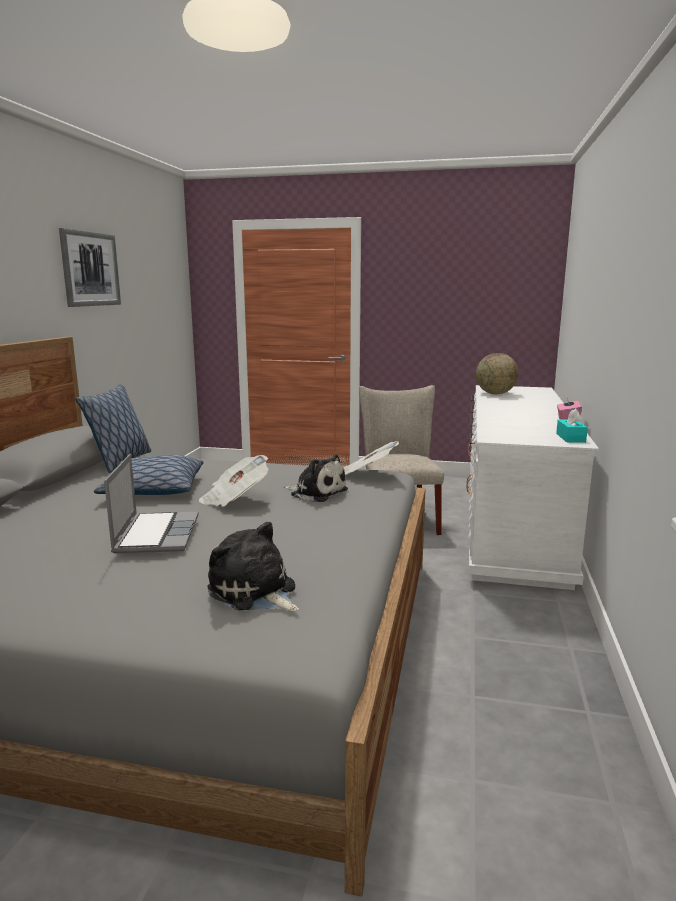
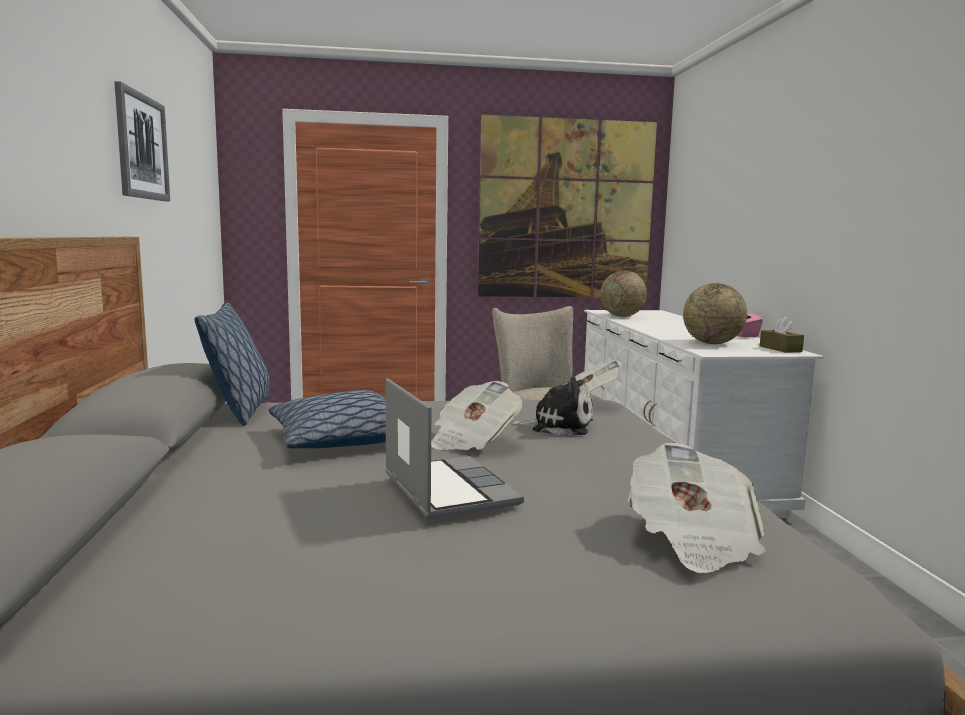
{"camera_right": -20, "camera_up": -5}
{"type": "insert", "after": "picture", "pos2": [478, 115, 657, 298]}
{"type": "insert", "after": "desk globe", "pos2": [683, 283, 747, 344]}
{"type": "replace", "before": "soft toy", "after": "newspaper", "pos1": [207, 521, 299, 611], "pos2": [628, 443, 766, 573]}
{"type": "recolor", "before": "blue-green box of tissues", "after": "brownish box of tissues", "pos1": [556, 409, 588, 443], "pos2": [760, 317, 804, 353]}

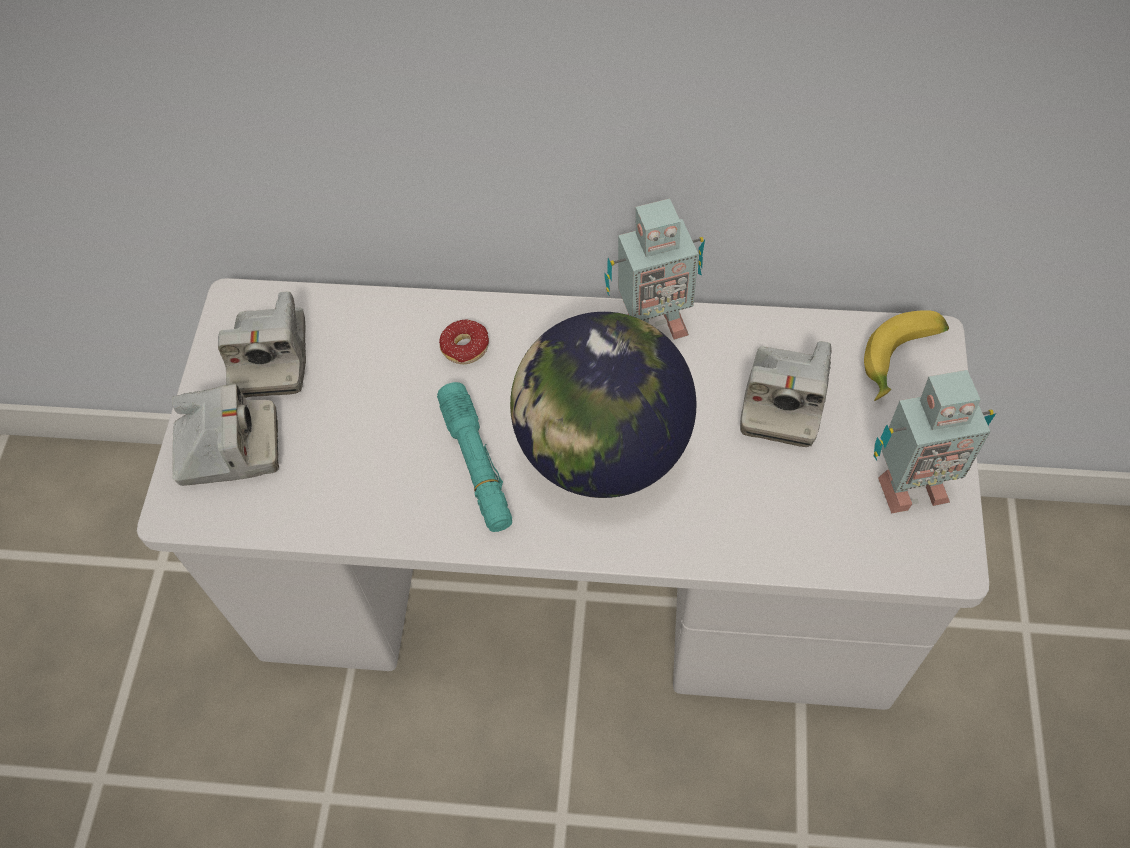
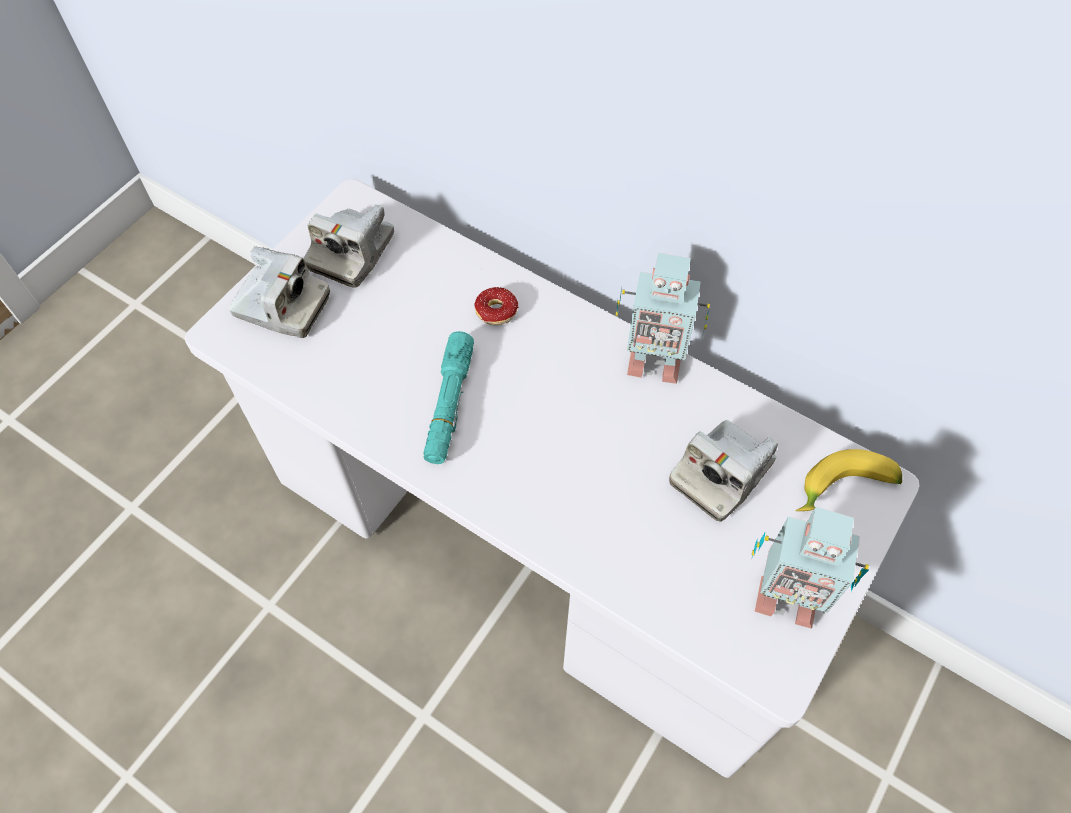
{"camera_right": 25, "camera_up": 0}
{"type": "delete", "before": "desk globe", "pos1": [510, 312, 696, 498]}

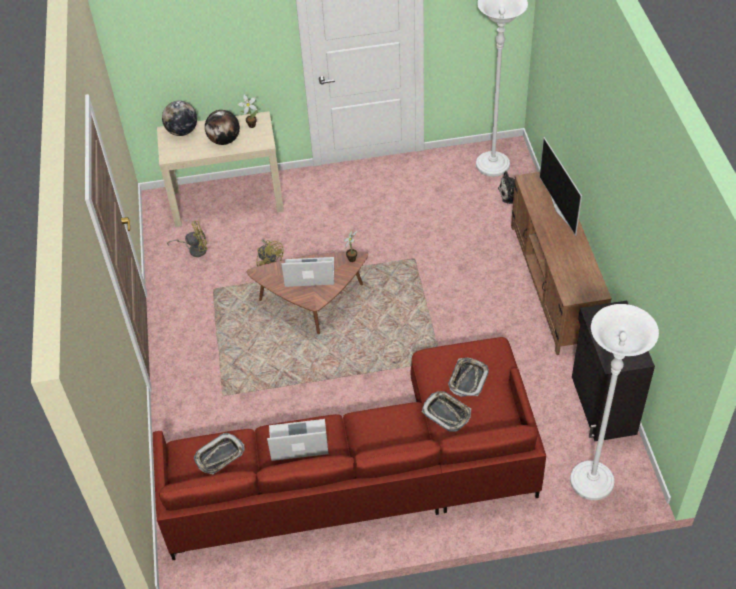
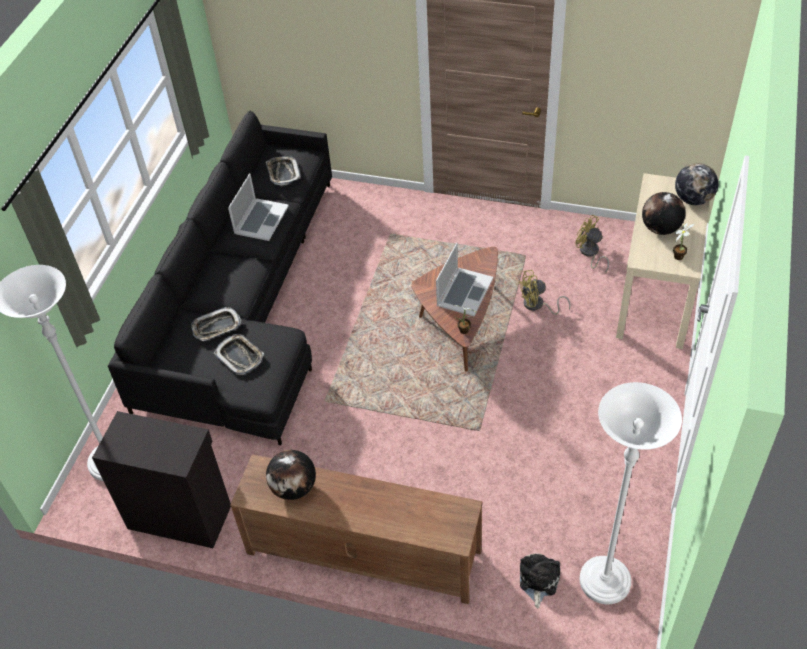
{"camera_right": 115, "camera_up": 0}
{"type": "delete", "before": "television", "pos1": [539, 137, 582, 236]}
{"type": "insert", "after": "desk globe", "pos2": [266, 450, 316, 500]}
{"type": "recolor", "before": "red-coloured couch", "after": "black couch", "pos1": [153, 337, 546, 560], "pos2": [108, 110, 332, 445]}
{"type": "rotate", "before": "yellowish fan", "pos1": [167, 221, 208, 257], "pos2": [575, 215, 609, 273], "turn": 120}

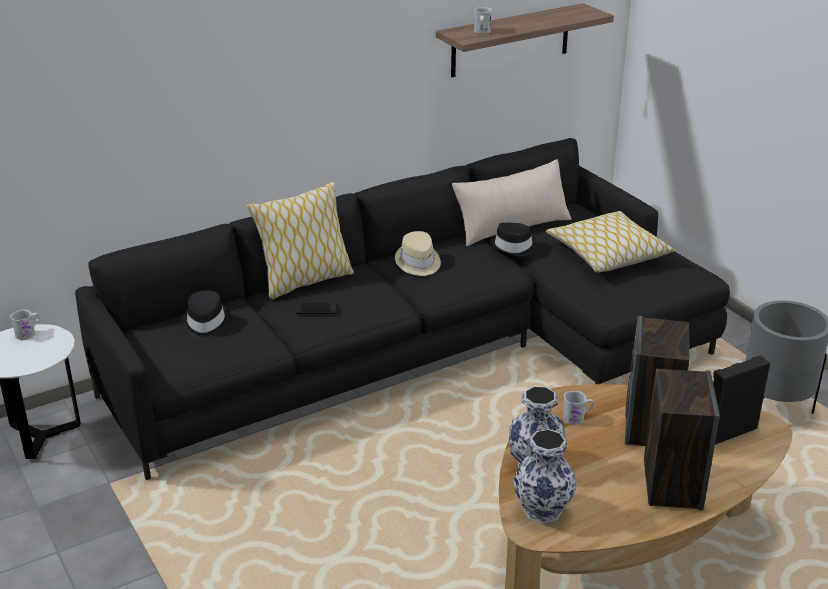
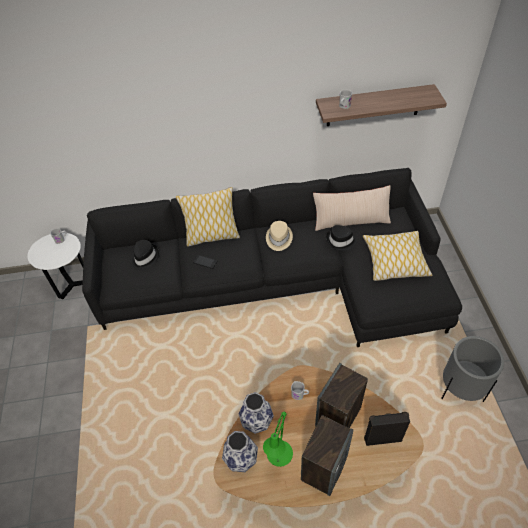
{"camera_right": 25, "camera_up": 20}
{"type": "insert", "after": "green-coloured tabletop lamp", "pos2": [263, 412, 293, 467]}

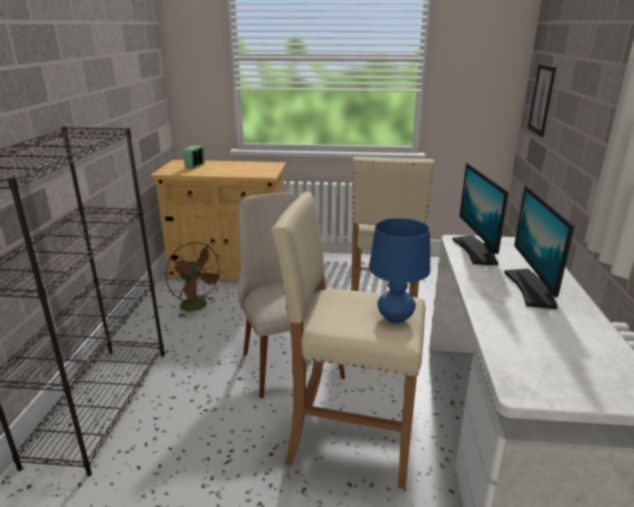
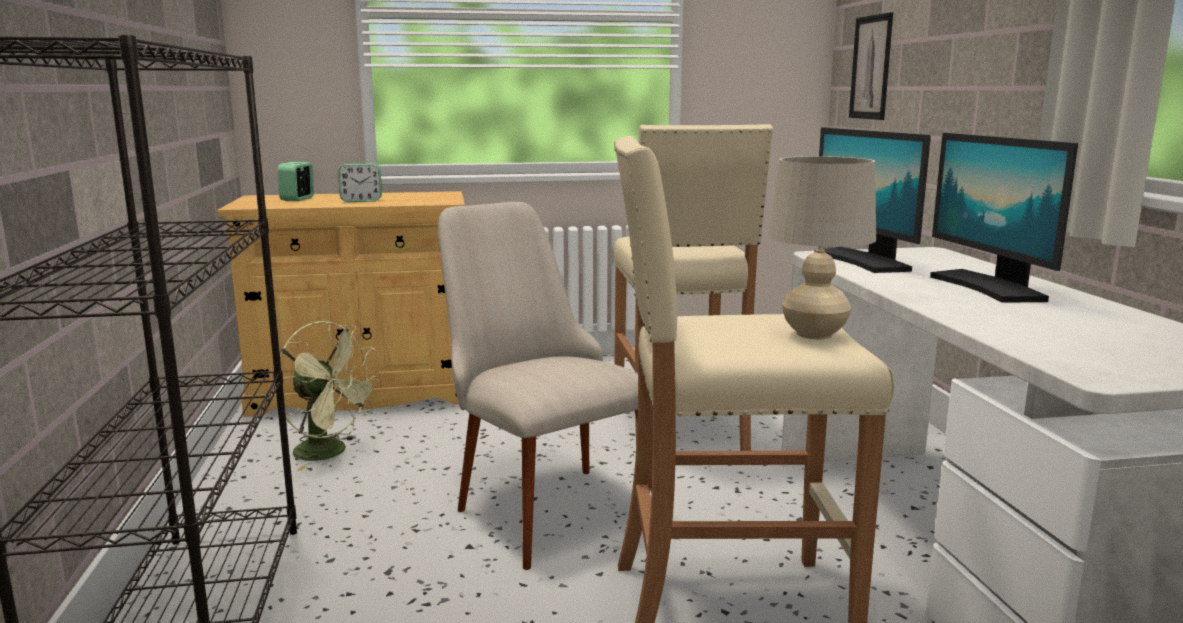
{"camera_right": -15, "camera_up": -10}
{"type": "insert", "after": "alarm clock", "pos2": [338, 163, 382, 202]}
{"type": "recolor", "before": "brownish fan", "after": "green-coloured fan", "pos1": [165, 242, 224, 317], "pos2": [276, 321, 381, 471]}
{"type": "recolor", "before": "blue tabletop lamp", "after": "beige tabletop lamp", "pos1": [369, 218, 430, 324], "pos2": [768, 156, 876, 339]}

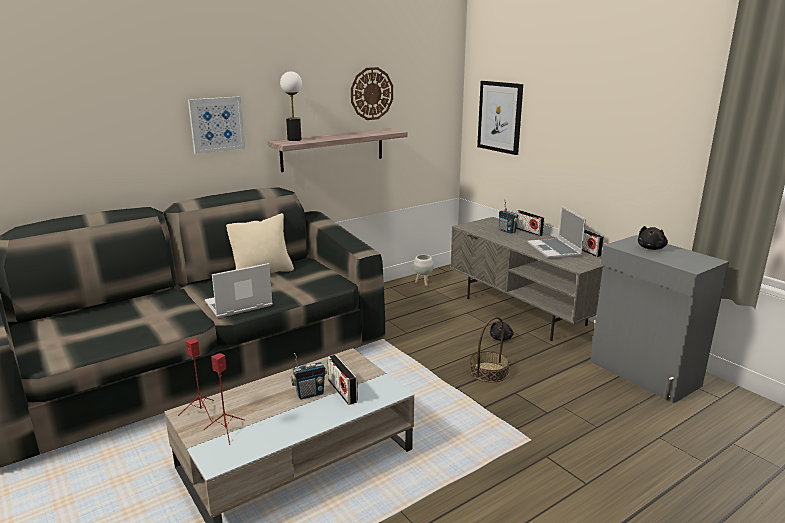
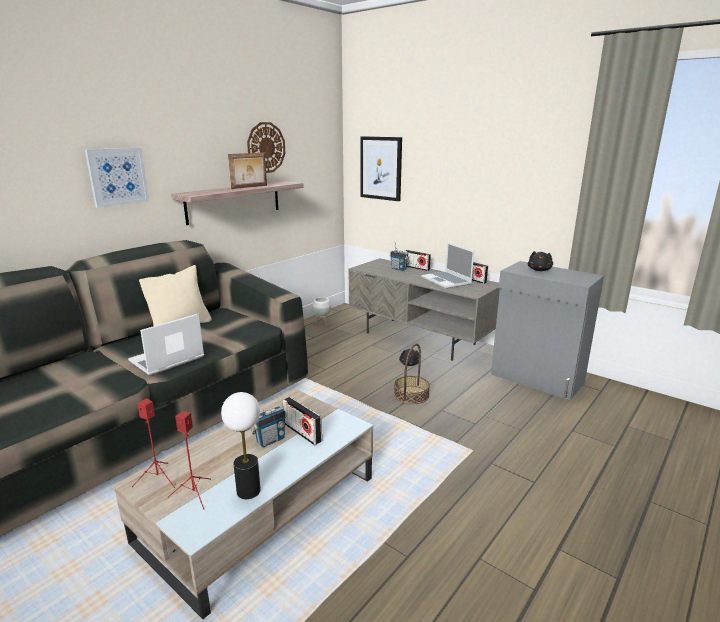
{"camera_right": -15, "camera_up": 0}
{"type": "insert", "after": "standing frame", "pos2": [228, 152, 267, 189]}
{"type": "move", "before": "tabletop lamp", "pos1": [280, 71, 302, 141], "pos2": [221, 392, 261, 499]}

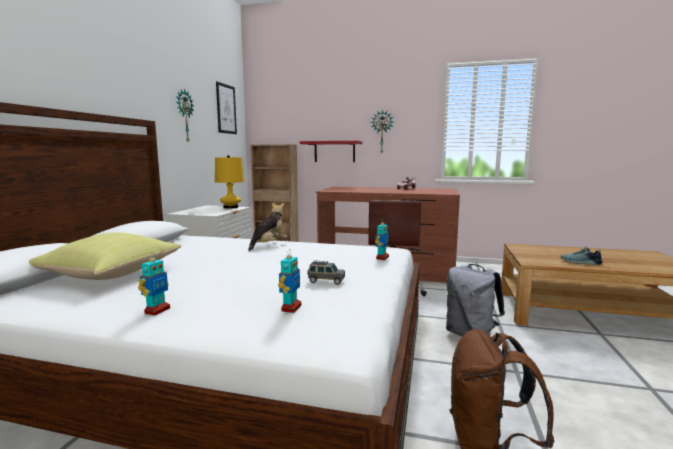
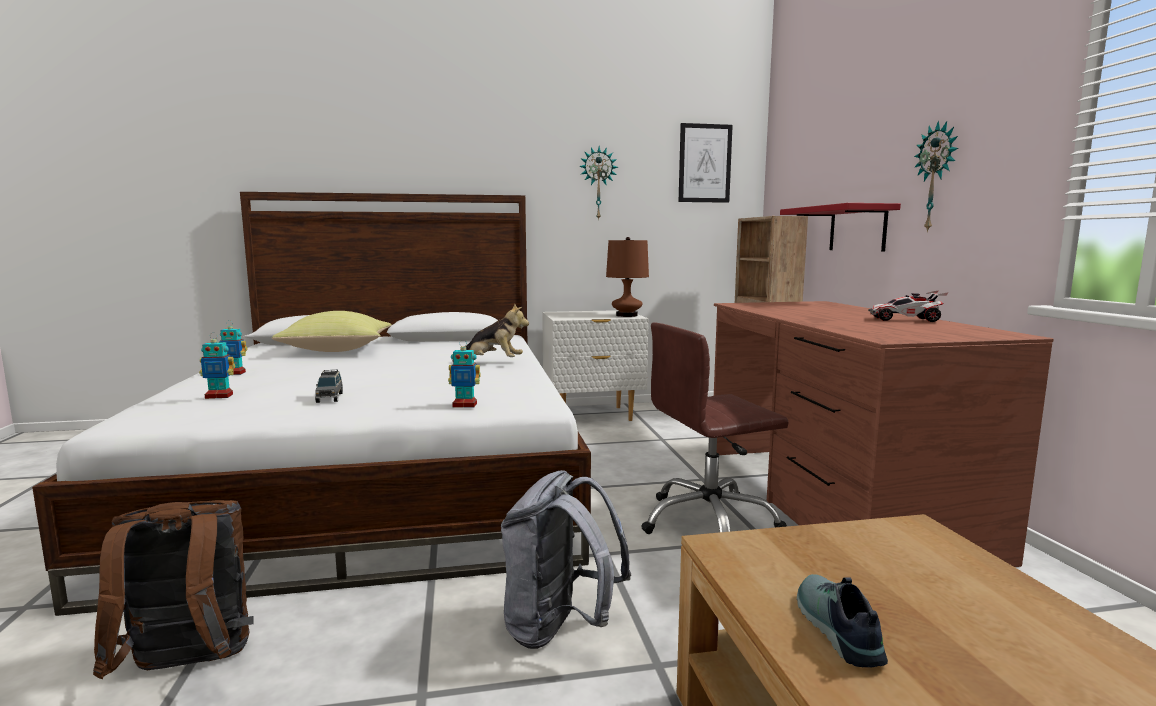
{"camera_right": 65, "camera_up": 0}
{"type": "recolor", "before": "yellowish tabletop lamp", "after": "brownish tabletop lamp", "pos1": [215, 155, 244, 209], "pos2": [606, 237, 649, 317]}

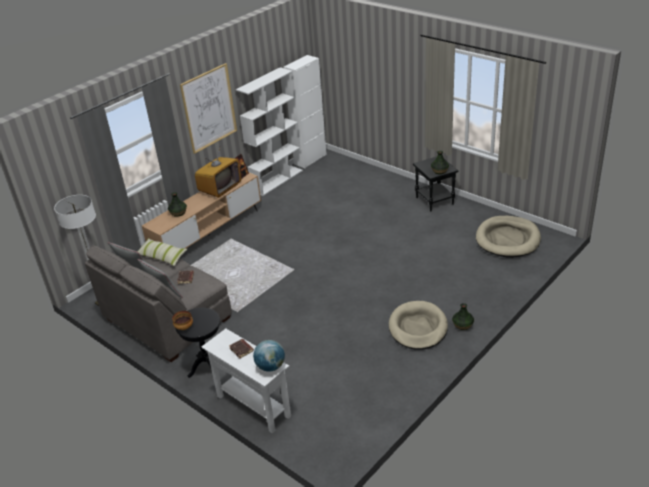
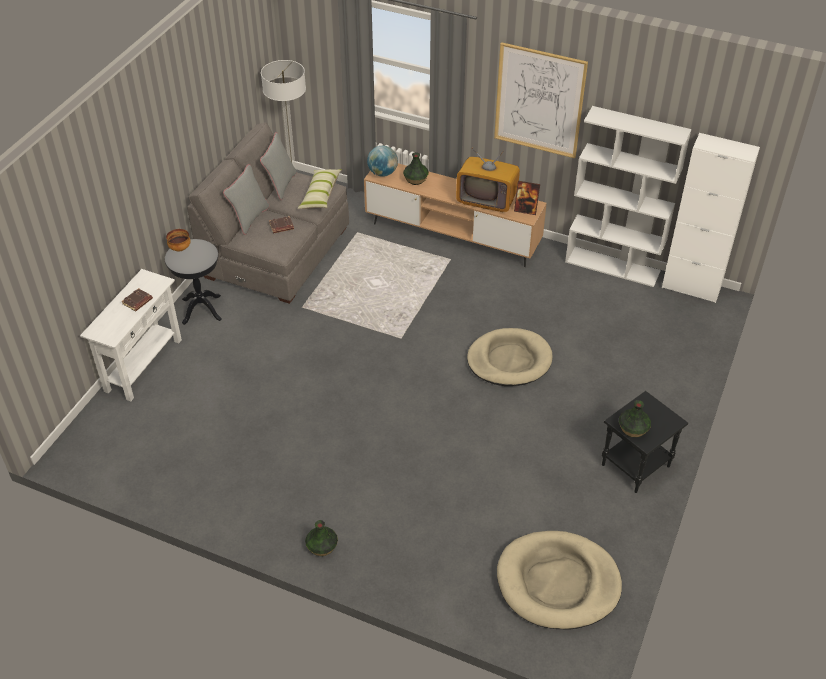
{"camera_right": 70, "camera_up": 10}
{"type": "move", "before": "desk globe", "pos1": [253, 340, 285, 372], "pos2": [367, 146, 398, 177]}
{"type": "move", "before": "beige dog bed", "pos1": [389, 301, 448, 350], "pos2": [467, 328, 553, 386]}

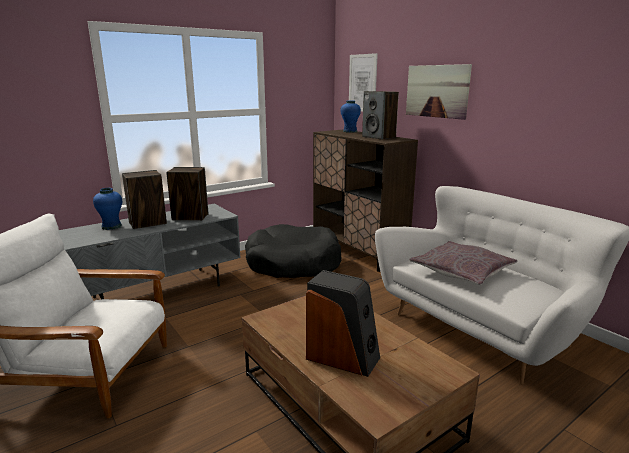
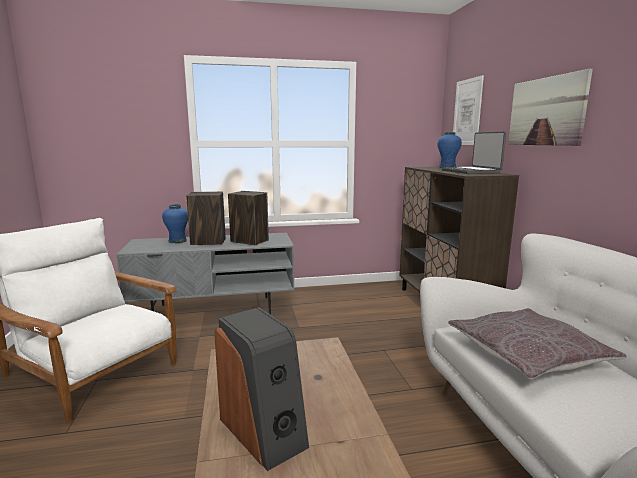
{"camera_right": 25, "camera_up": -5}
{"type": "delete", "before": "black dog bed", "pos1": [245, 224, 342, 278]}
{"type": "replace", "before": "speaker", "after": "portable computer", "pos1": [362, 91, 399, 140], "pos2": [442, 132, 506, 174]}

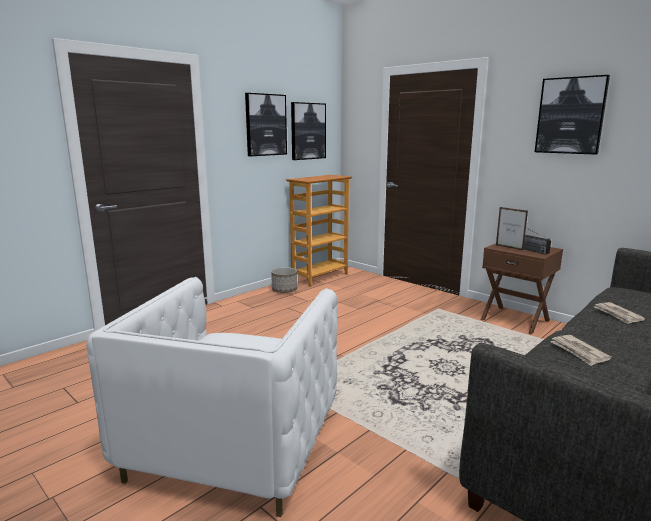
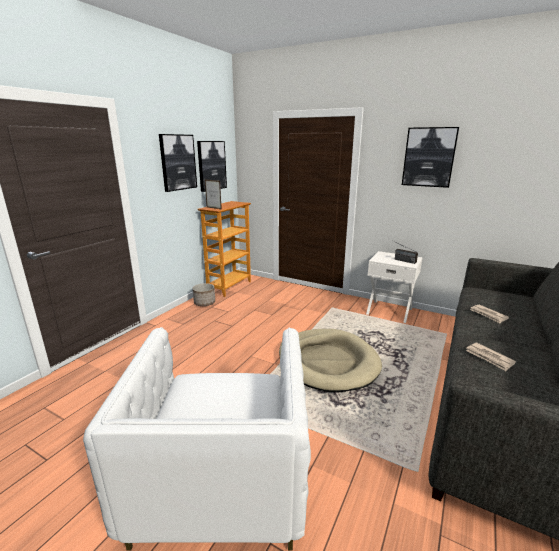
{"camera_right": -15, "camera_up": 5}
{"type": "insert", "after": "beige dog bed", "pos2": [279, 329, 382, 392]}
{"type": "move", "before": "standing frame", "pos1": [496, 207, 528, 250], "pos2": [205, 179, 222, 209]}
{"type": "recolor", "before": "brownish night table", "after": "white-coloured night table", "pos1": [481, 244, 563, 334], "pos2": [366, 251, 423, 323]}

